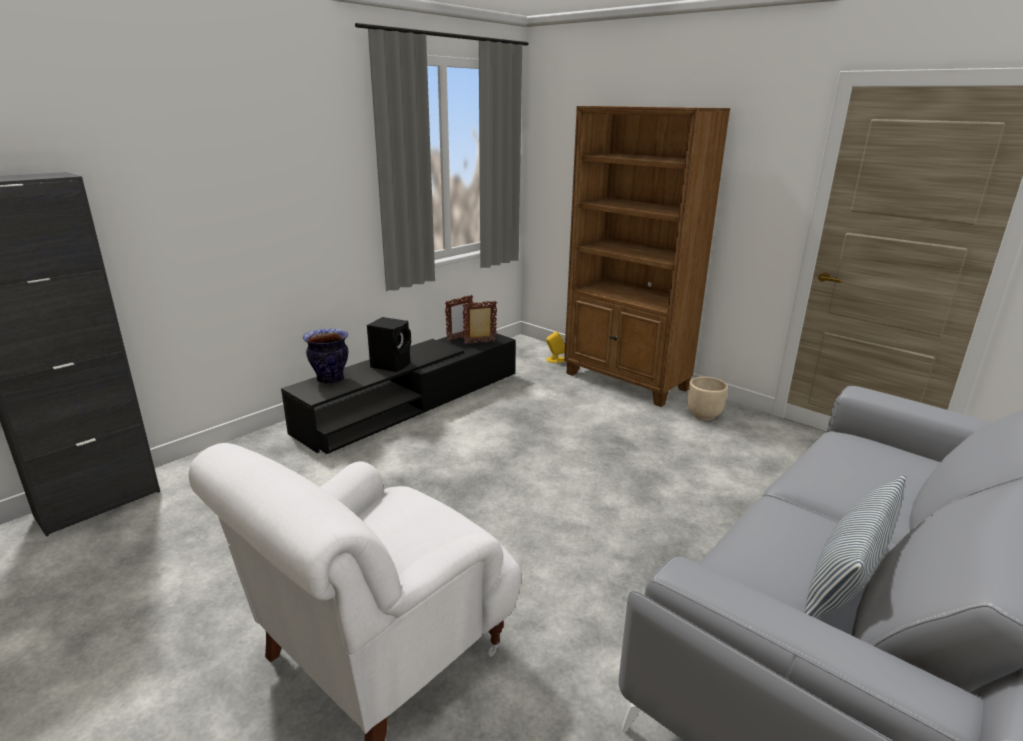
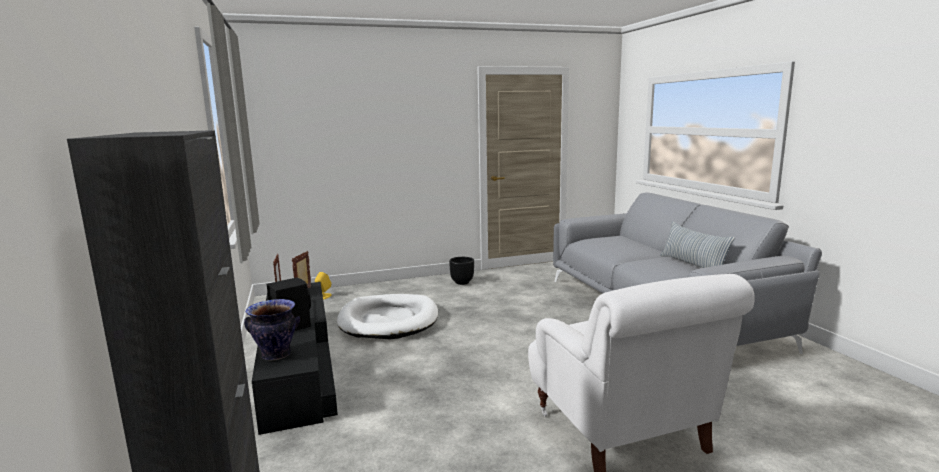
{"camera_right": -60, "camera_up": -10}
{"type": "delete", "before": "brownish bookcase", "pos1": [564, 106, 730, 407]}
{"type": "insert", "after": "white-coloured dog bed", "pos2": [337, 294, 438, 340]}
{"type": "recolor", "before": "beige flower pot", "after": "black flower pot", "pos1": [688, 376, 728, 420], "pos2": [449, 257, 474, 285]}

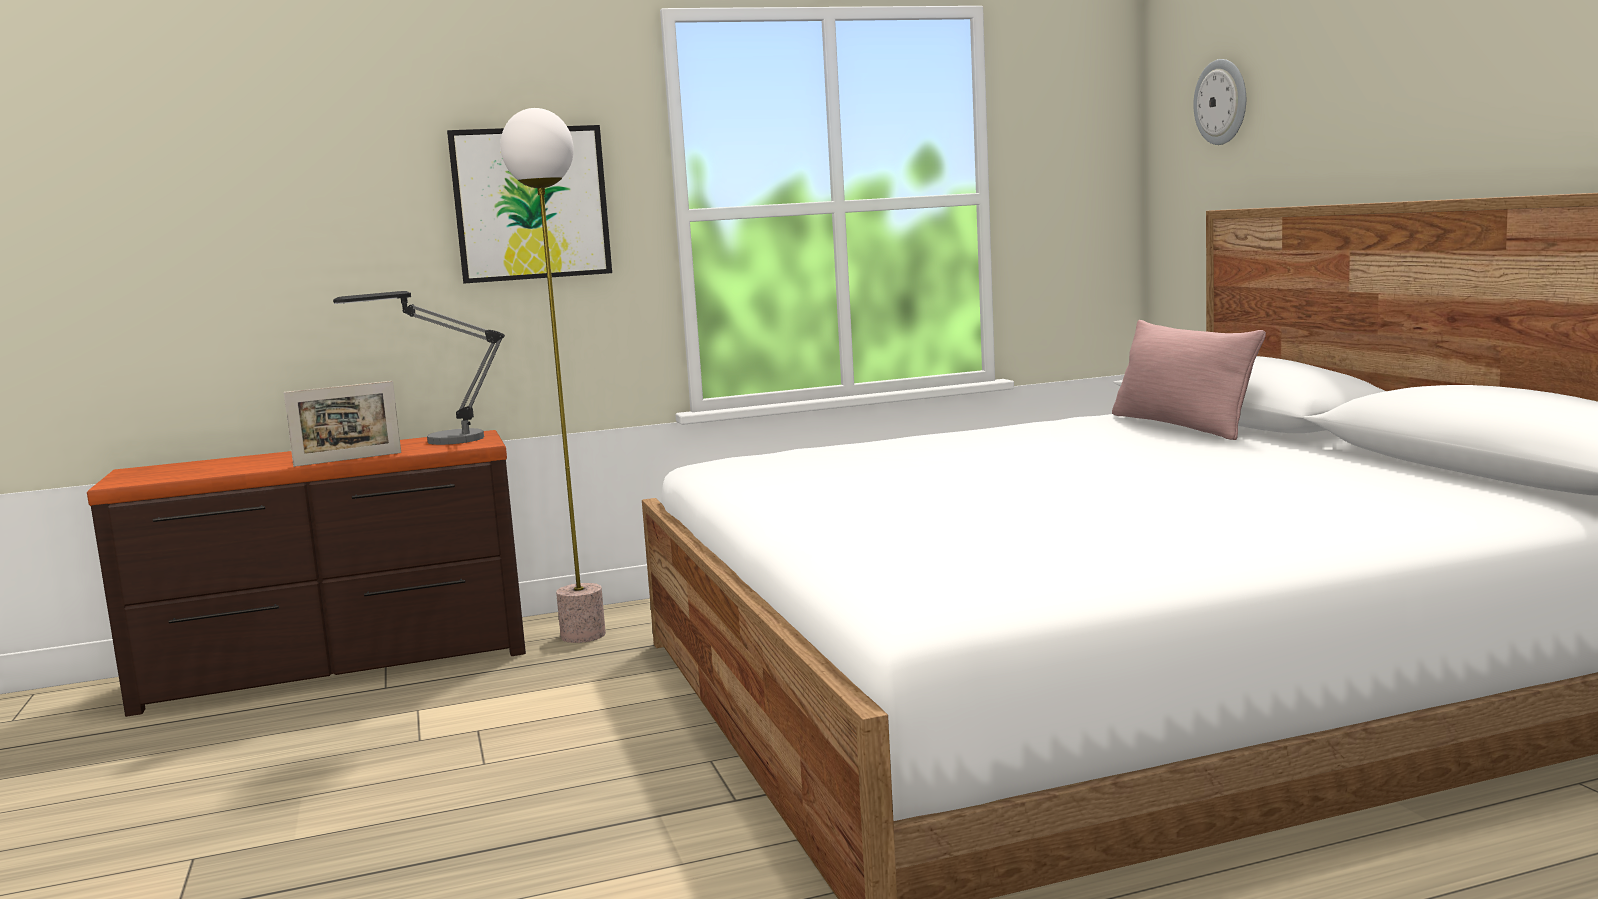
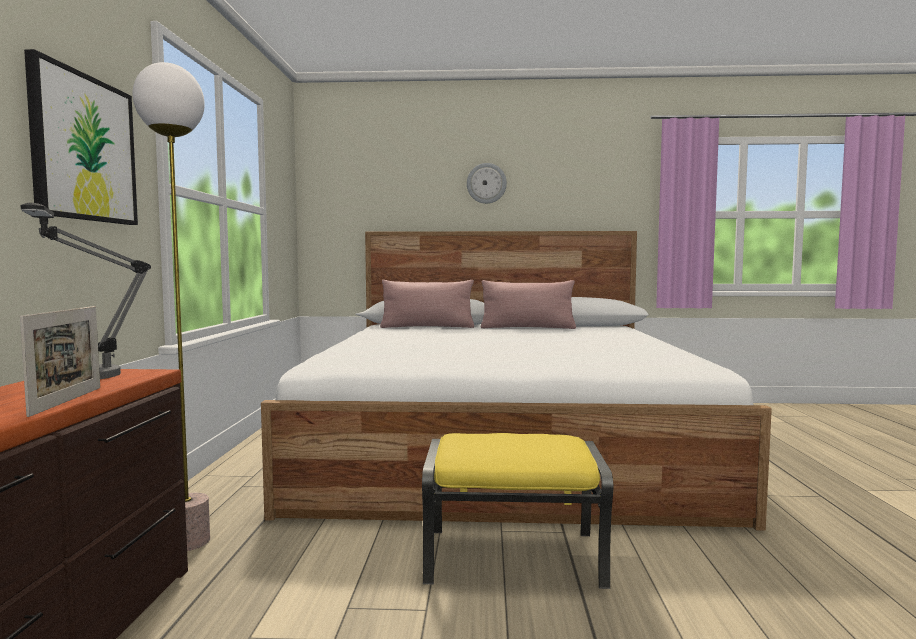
{"camera_right": -70, "camera_up": -5}
{"type": "insert", "after": "yellowish pouffe", "pos2": [422, 433, 613, 589]}
{"type": "insert", "after": "pink pillow", "pos2": [481, 280, 576, 329]}
{"type": "move", "before": "clock on the wall", "pos1": [1193, 59, 1246, 145], "pos2": [467, 163, 507, 204]}

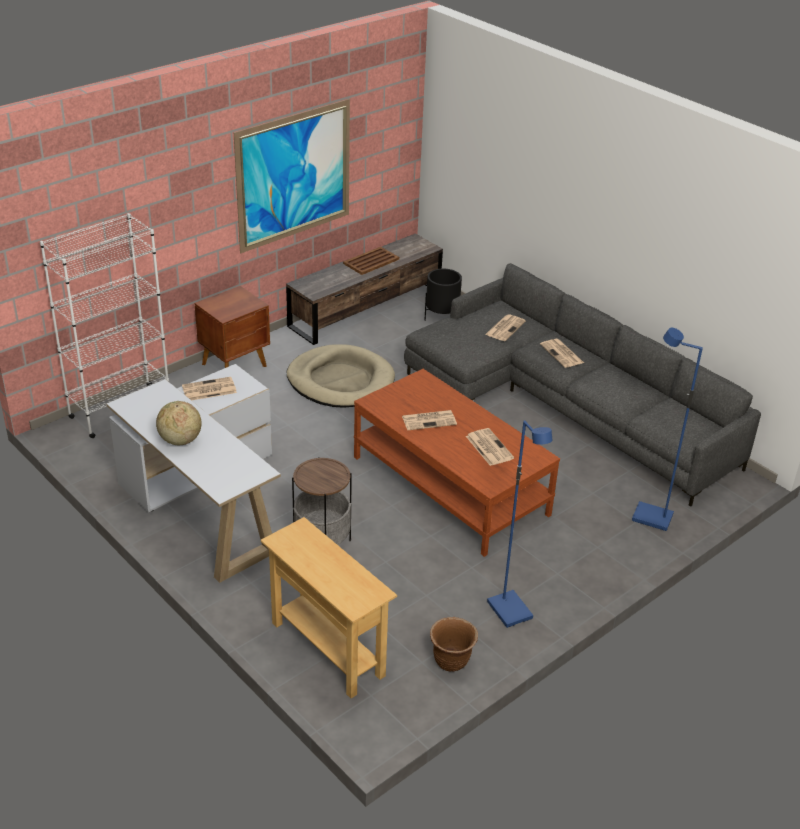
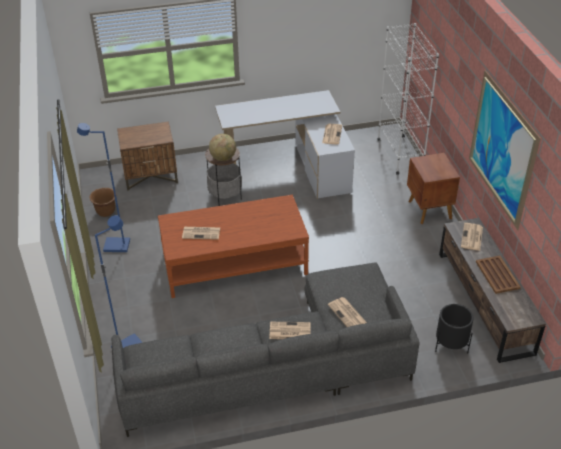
{"camera_right": 120, "camera_up": 5}
{"type": "delete", "before": "beige dog bed", "pos1": [287, 344, 395, 408]}
{"type": "move", "before": "desk globe", "pos1": [156, 401, 202, 445], "pos2": [209, 134, 236, 161]}
{"type": "move", "before": "newspaper", "pos1": [402, 410, 457, 430], "pos2": [461, 223, 483, 251]}
{"type": "replace", "before": "beige narrow table", "after": "brownish night table", "pos1": [261, 517, 397, 698], "pos2": [117, 122, 178, 191]}

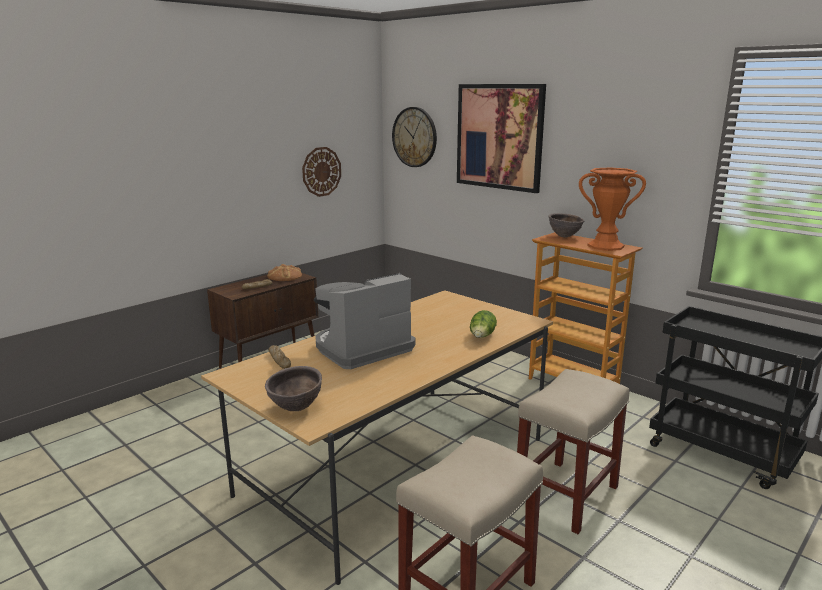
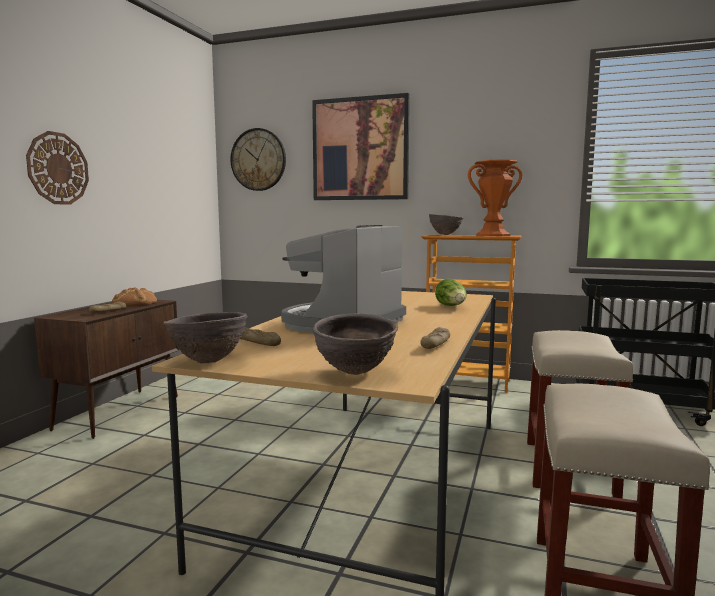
{"camera_right": -25, "camera_up": -10}
{"type": "insert", "after": "brownish deep dish", "pos2": [163, 312, 247, 364]}
{"type": "insert", "after": "bakery bread", "pos2": [420, 327, 450, 349]}
{"type": "move", "before": "clock on the wall", "pos1": [302, 147, 341, 197], "pos2": [26, 131, 89, 205]}

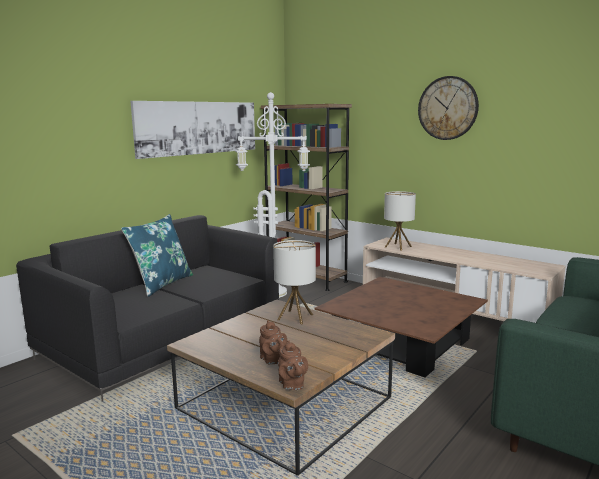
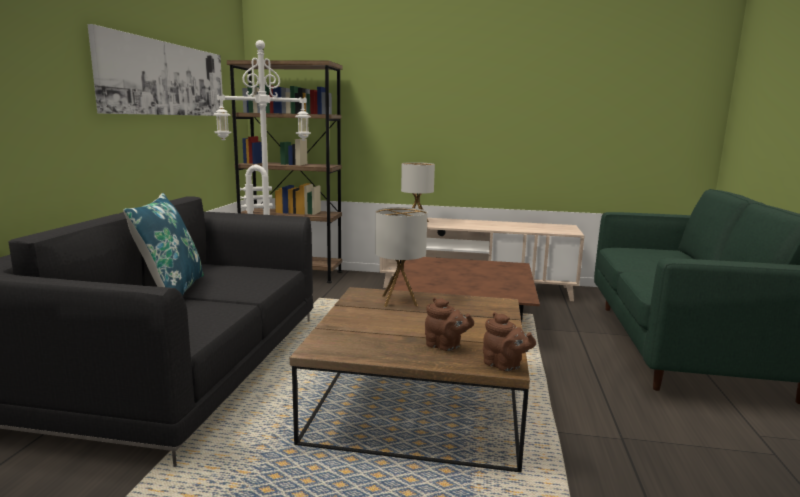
{"camera_right": -30, "camera_up": 0}
{"type": "delete", "before": "clock on the wall", "pos1": [418, 76, 479, 140]}

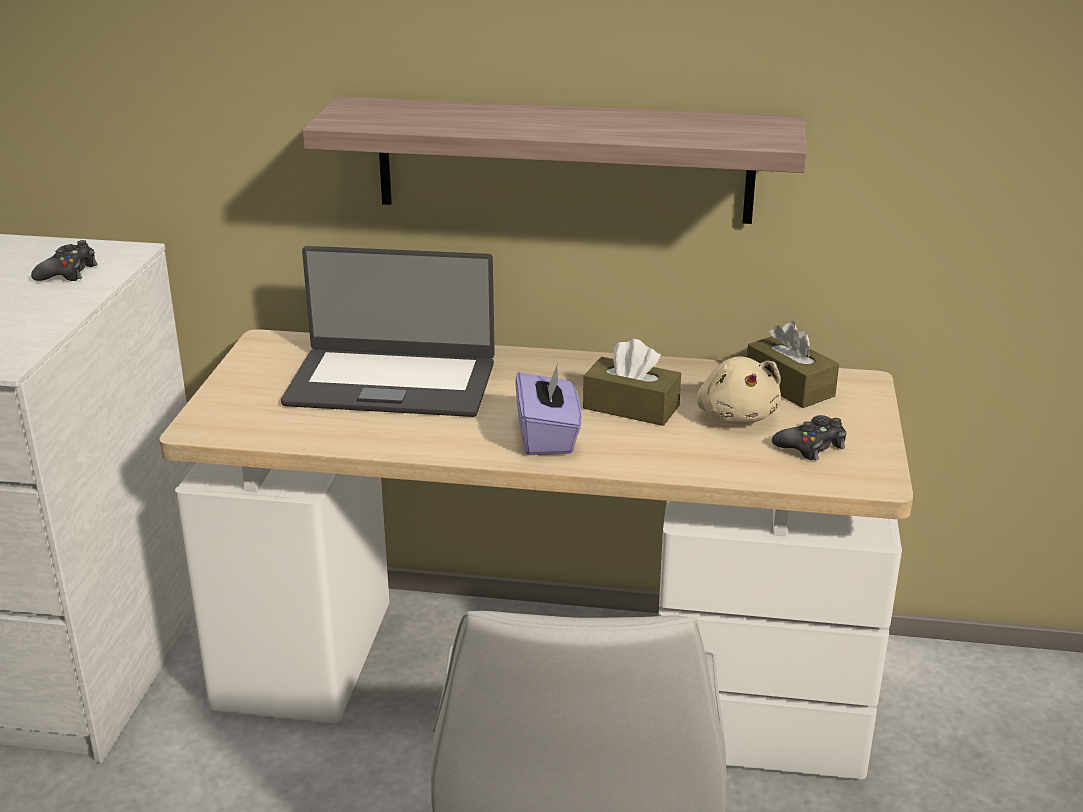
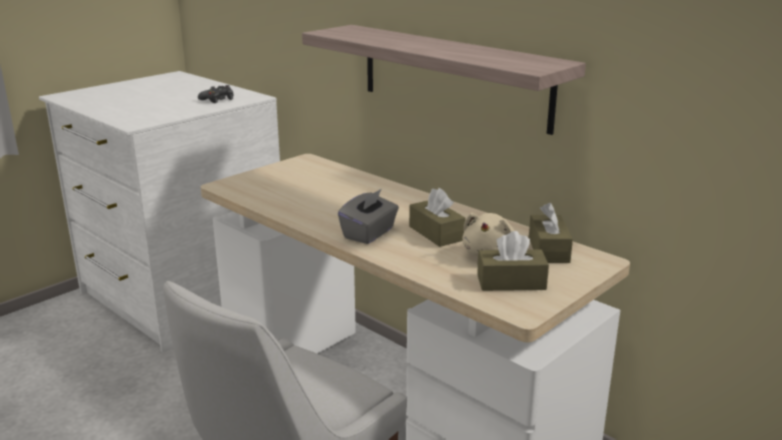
{"camera_right": 35, "camera_up": -5}
{"type": "delete", "before": "portable computer", "pos1": [281, 246, 495, 417]}
{"type": "replace", "before": "black joypad", "after": "brownish box of tissues", "pos1": [772, 415, 846, 460], "pos2": [477, 231, 549, 291]}
{"type": "recolor", "before": "purple-coloured box of tissues", "after": "grey box of tissues", "pos1": [515, 363, 582, 455], "pos2": [338, 189, 399, 244]}

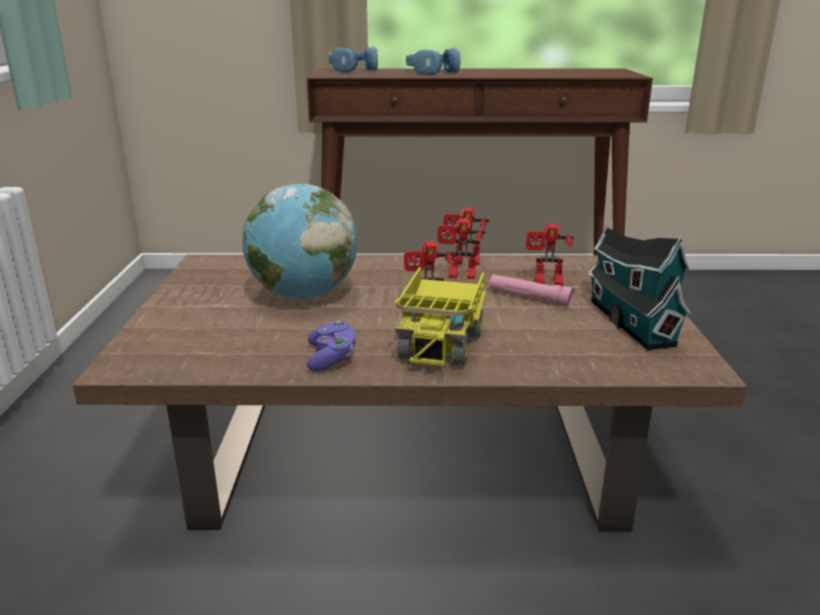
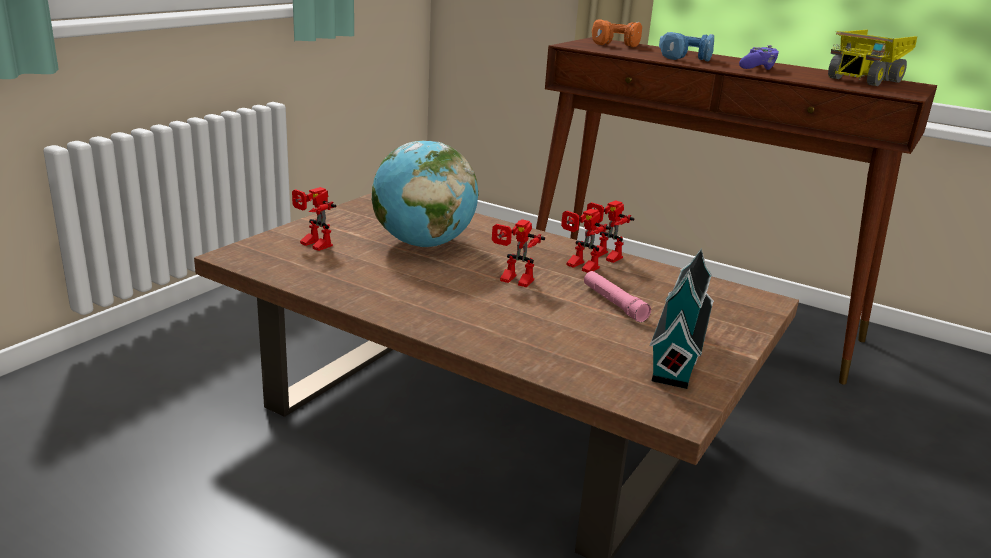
{"camera_right": 30, "camera_up": 0}
{"type": "move", "before": "purple-coloured joypad", "pos1": [307, 320, 355, 371], "pos2": [739, 45, 779, 70]}
{"type": "move", "before": "toy lorry", "pos1": [395, 267, 486, 369], "pos2": [828, 30, 917, 86]}
{"type": "move", "before": "robot figure", "pos1": [526, 224, 574, 286], "pos2": [292, 187, 336, 251]}
{"type": "recolor", "before": "blue headset", "after": "orangey headset", "pos1": [329, 46, 378, 72], "pos2": [592, 19, 642, 47]}

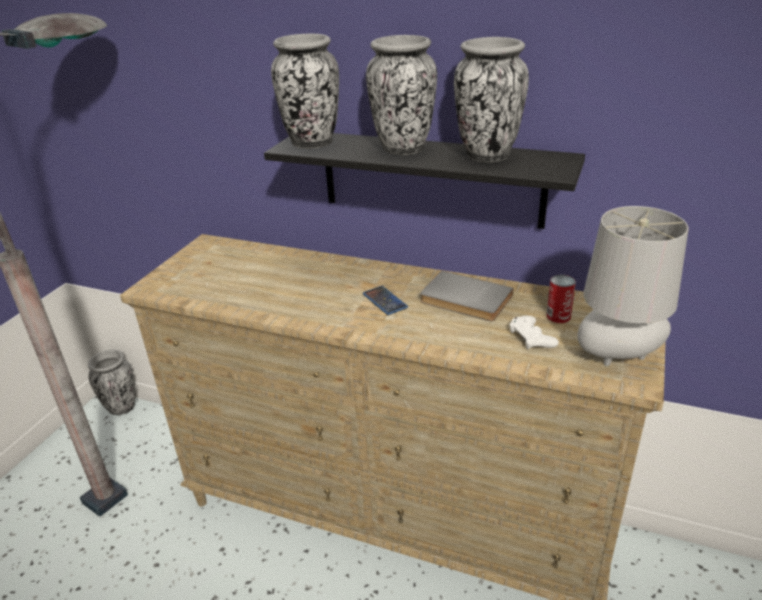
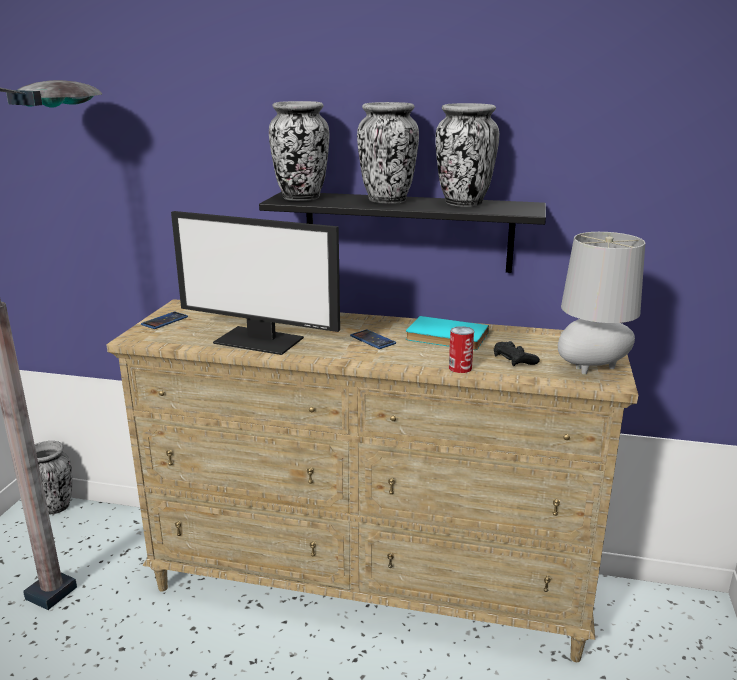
{"camera_right": -10, "camera_up": -10}
{"type": "insert", "after": "handset", "pos2": [141, 312, 188, 329]}
{"type": "insert", "after": "monitor", "pos2": [171, 211, 340, 355]}
{"type": "move", "before": "metal can", "pos1": [546, 275, 576, 323], "pos2": [449, 326, 474, 373]}
{"type": "recolor", "before": "grey book", "after": "blue-green book", "pos1": [420, 271, 514, 321], "pos2": [406, 316, 489, 350]}
{"type": "recolor", "before": "white-coloured joypad", "after": "black joypad", "pos1": [510, 316, 559, 349], "pos2": [494, 341, 540, 366]}

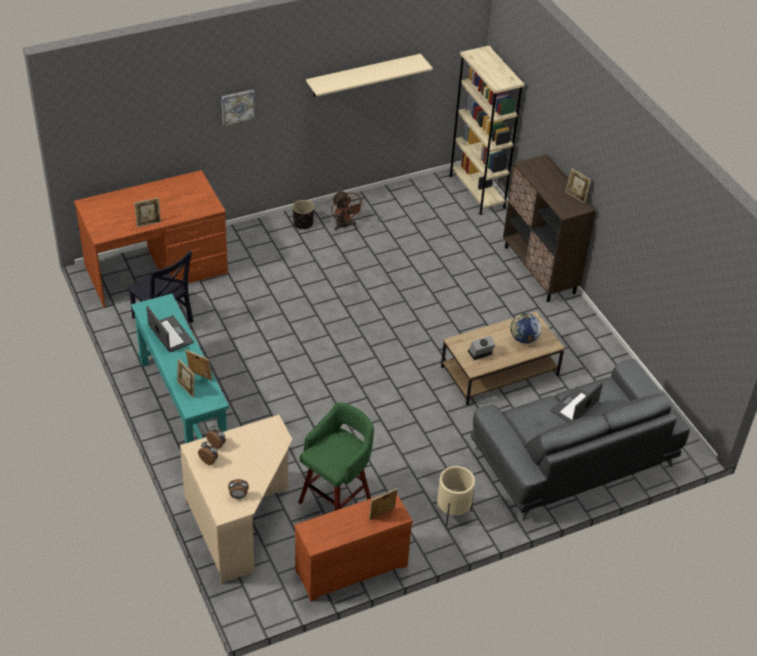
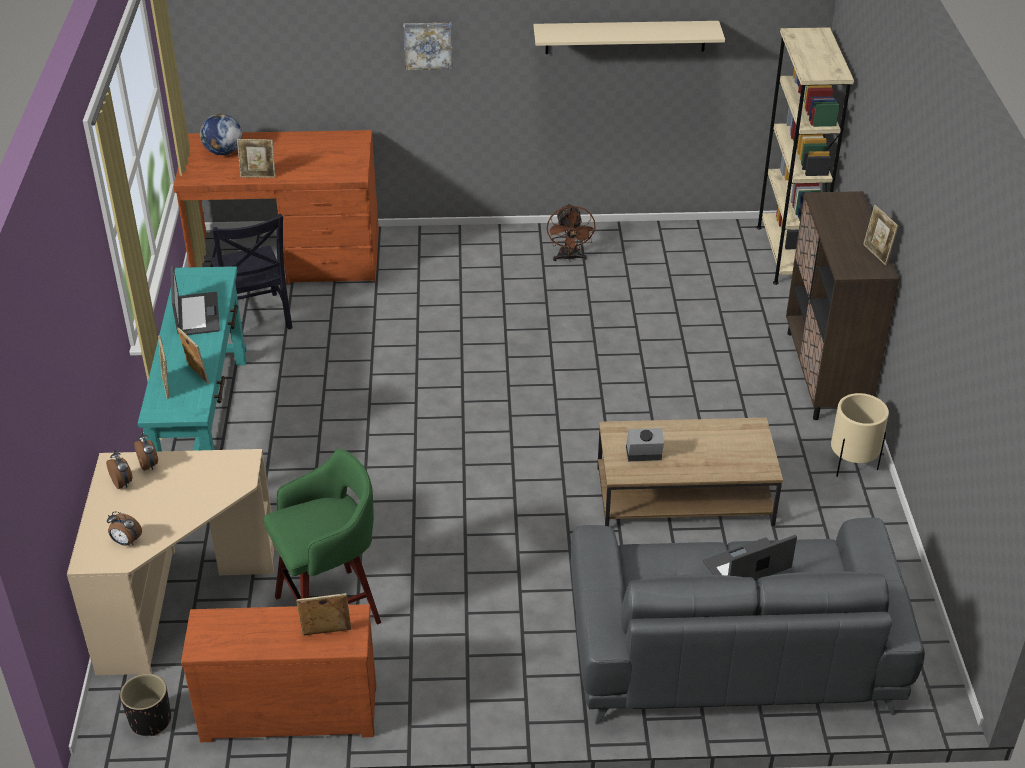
{"camera_right": 25, "camera_up": -5}
{"type": "move", "before": "black flower pot", "pos1": [293, 200, 314, 229], "pos2": [120, 673, 171, 736]}
{"type": "move", "before": "beige flower pot", "pos1": [437, 466, 475, 526], "pos2": [831, 393, 889, 477]}
{"type": "move", "before": "desk globe", "pos1": [510, 313, 541, 343], "pos2": [200, 114, 242, 155]}

